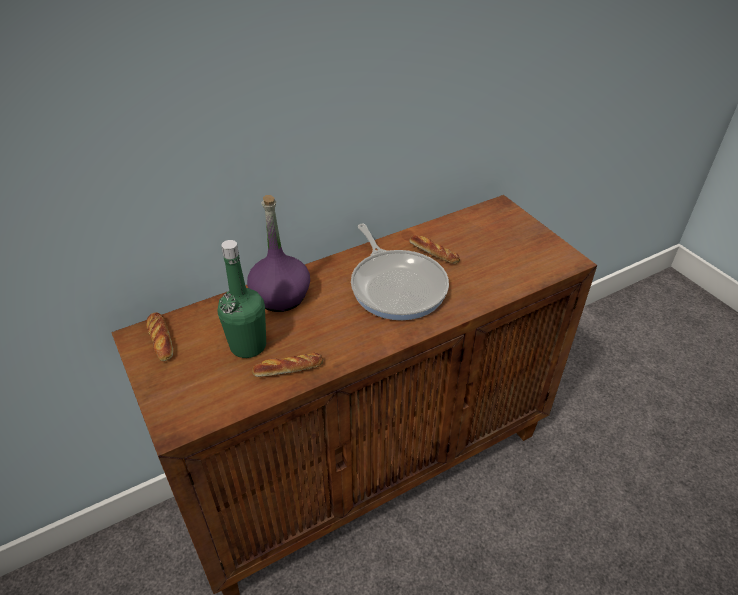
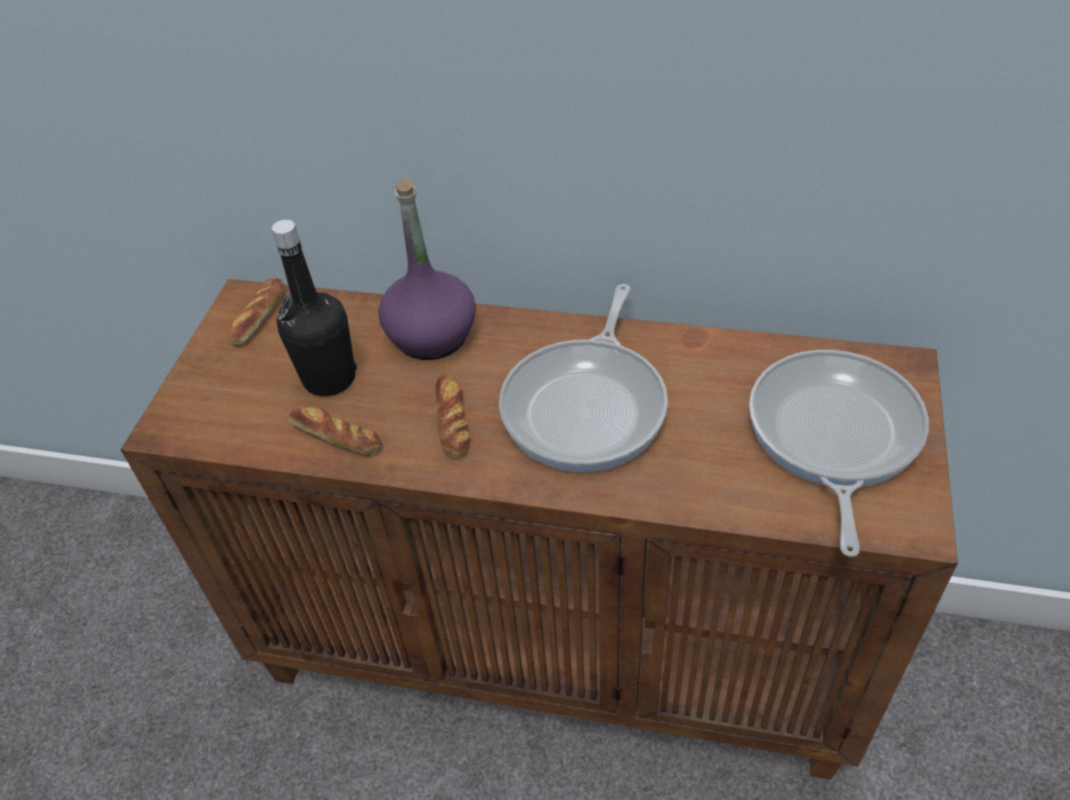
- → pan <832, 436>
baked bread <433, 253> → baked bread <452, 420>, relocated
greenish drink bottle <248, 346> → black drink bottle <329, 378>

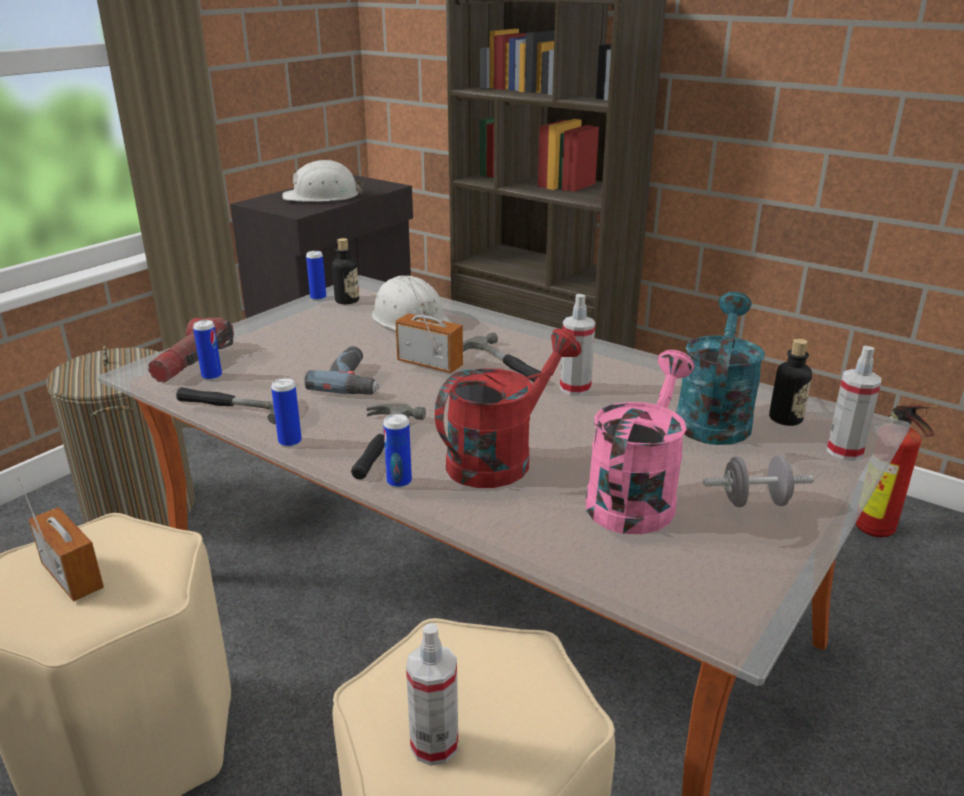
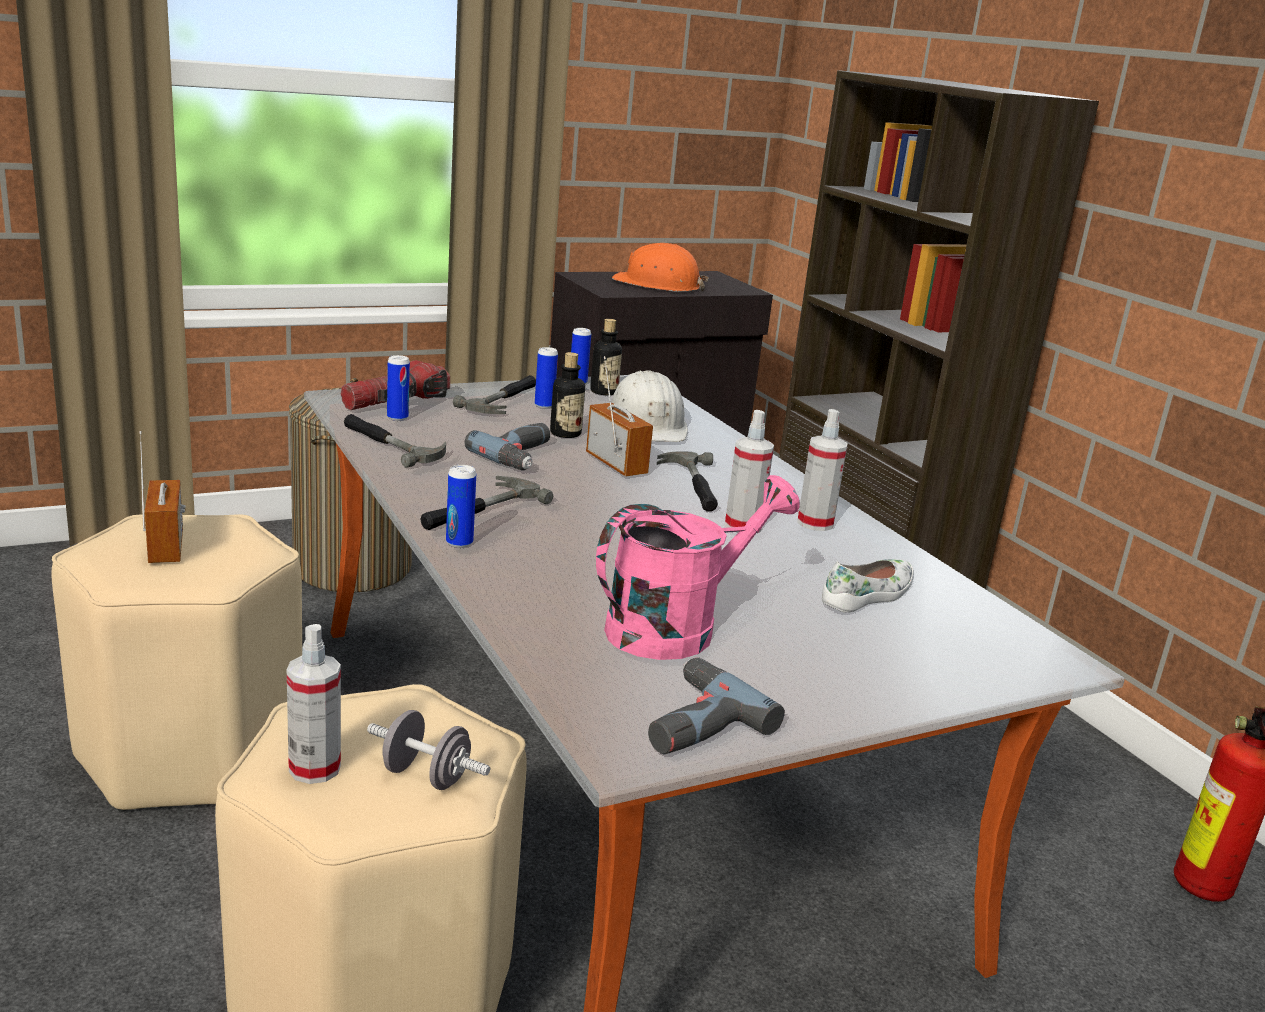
reddish watering can <500, 458> → -
- → hand hammer <505, 400>
- → electric drill <691, 720>
metal can <290, 442> → metal can <544, 405>, relocated
grey dumbbell <754, 502> → grey dumbbell <426, 776>, relocated
drink bottle <785, 419> → drink bottle <565, 433>, relocated
hand sprayer <844, 451> → hand sprayer <815, 523>, relocated
turquoise-coloured watering can <714, 416> → white shoe <869, 595>
white safety helmet <322, 196> → orange-coloured safety helmet <658, 284>

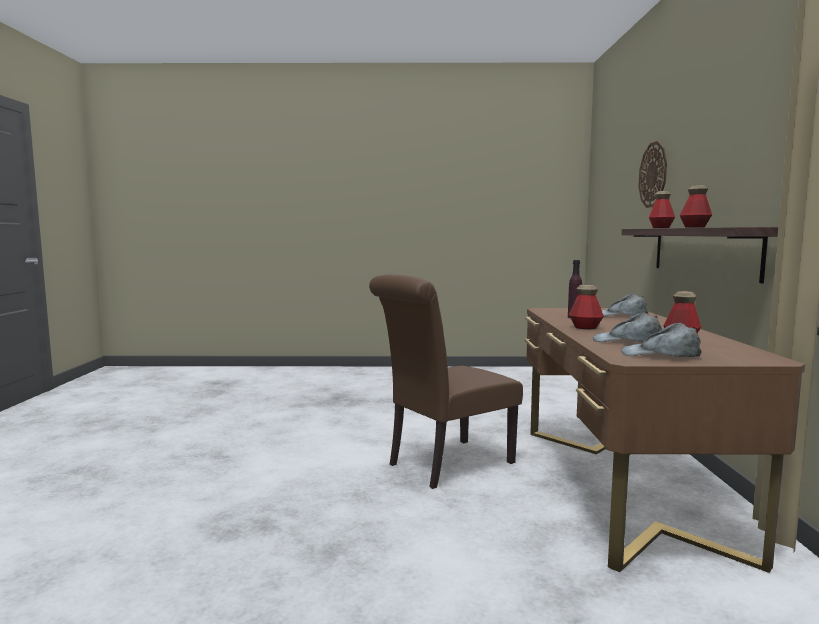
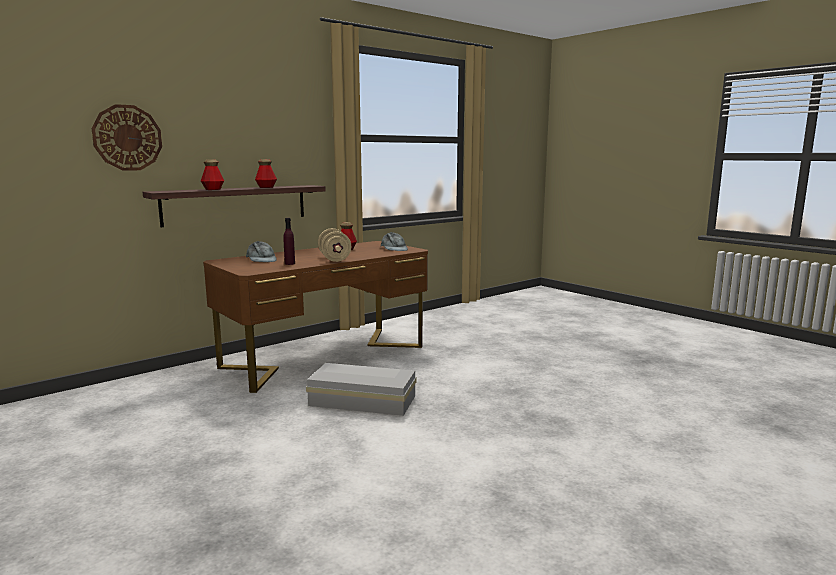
grey peaked cap <627, 341> → -
brown-coloured plain chair <444, 464> → white storage box <363, 401>
drink bottle <585, 327> → sand-coloured dumbbell <334, 259>

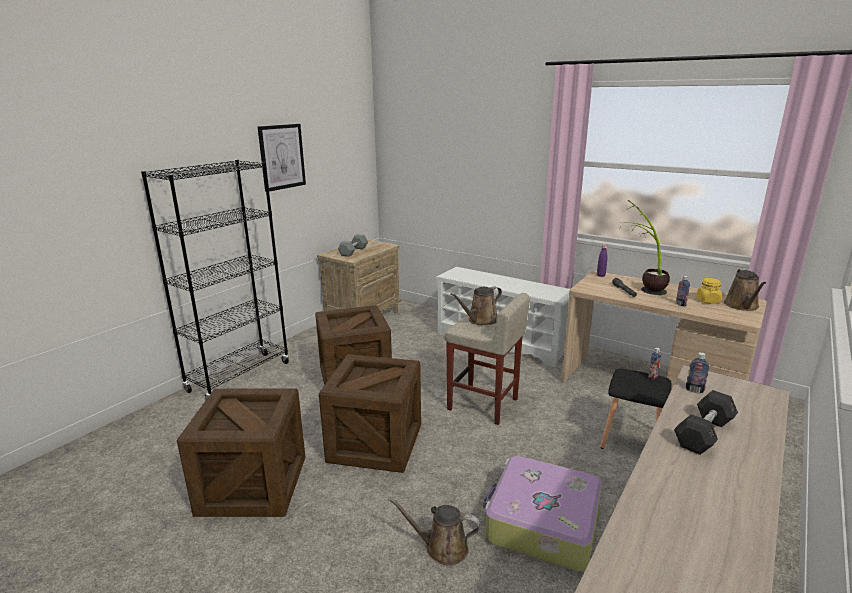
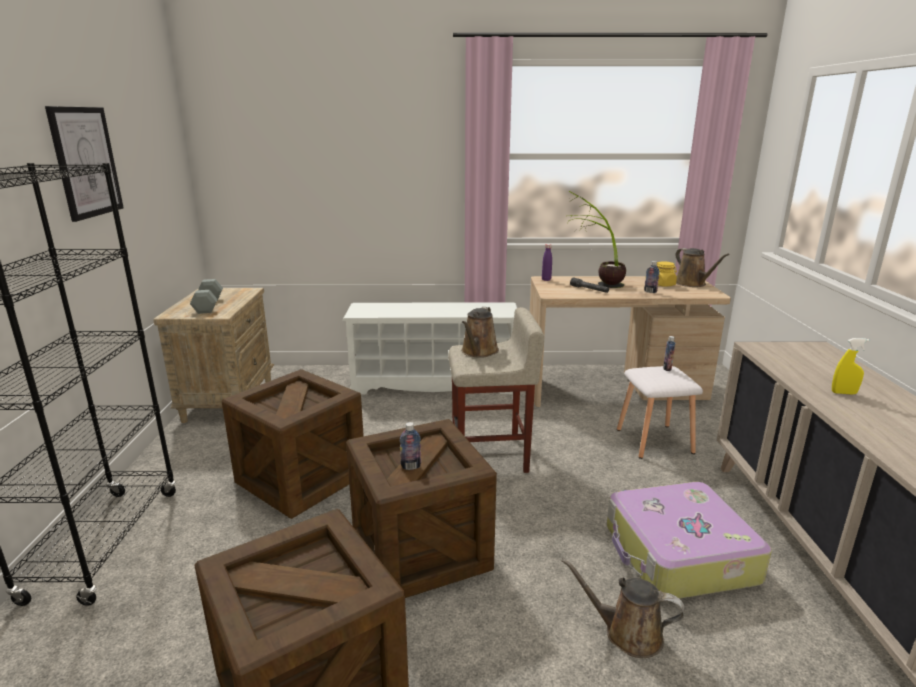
drink bottle <694, 390> → drink bottle <411, 466>, relocated
grey dumbbell <704, 433> → yellowish hand sprayer <843, 393>
black sitting stool <630, 440> → white sitting stool <653, 441>
brown-coloured watering can <442, 548> → brown-coloured watering can <627, 633>, 45 degrees clockwise

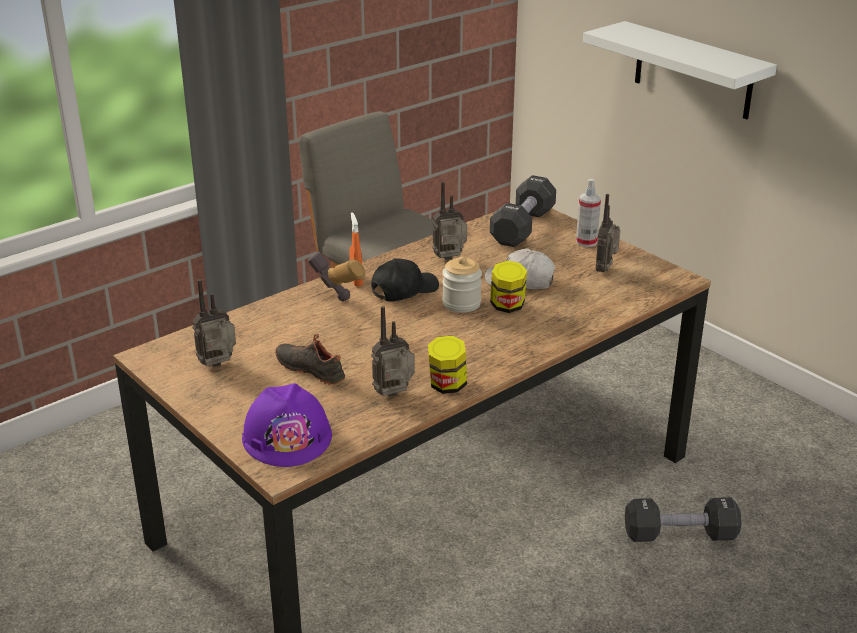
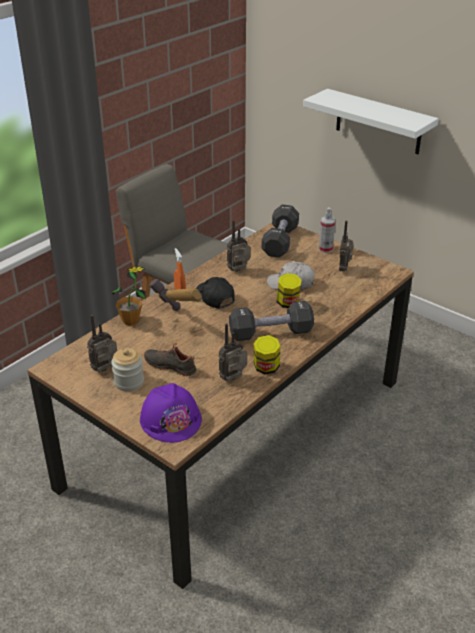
- → plant in a pot <130, 321>
jar <461, 303> → jar <129, 382>, relocated
black dumbbell <680, 535> → black dumbbell <271, 333>, relocated
black peaked cap <404, 290> → black peaked cap <215, 298>, 75 degrees counterclockwise

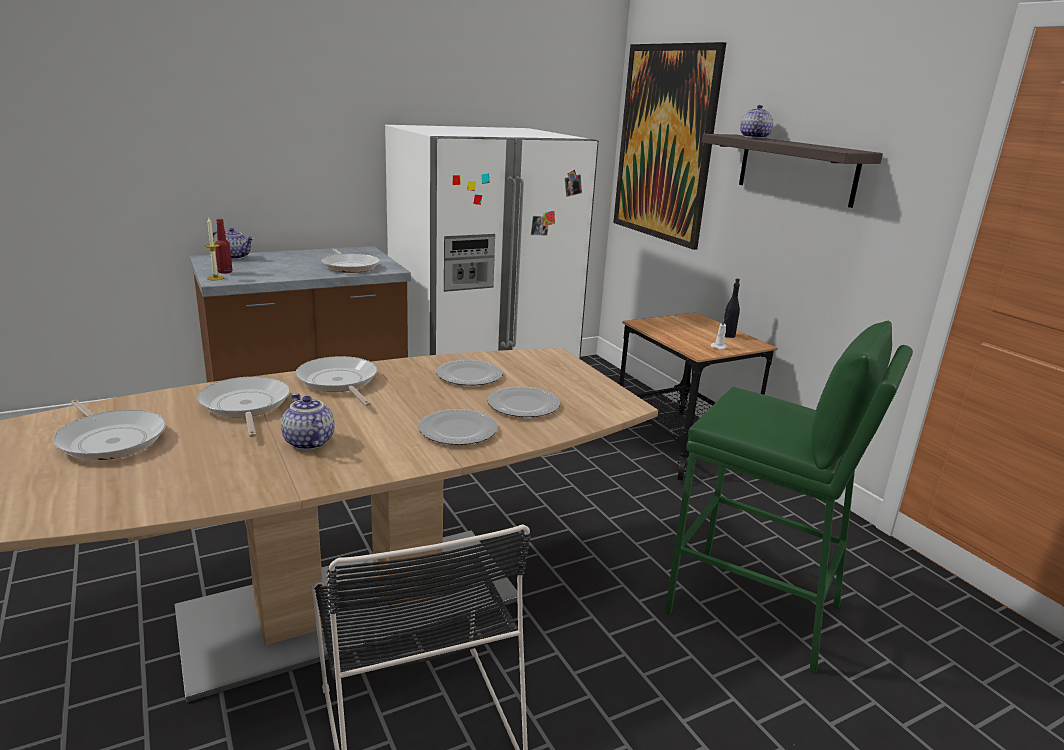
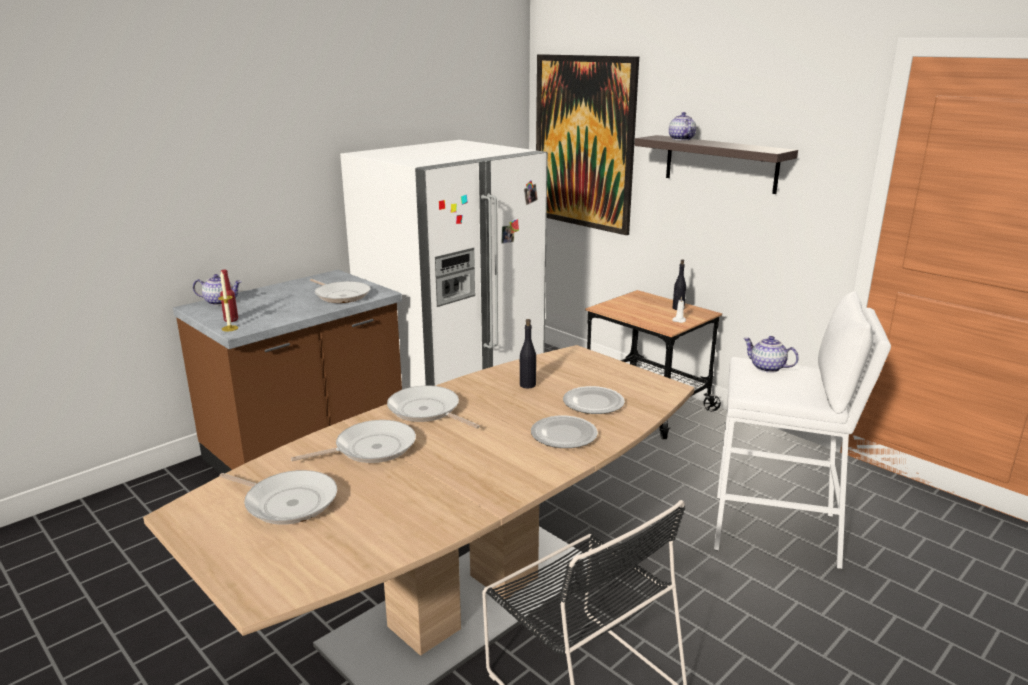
pot for tea <307, 442> → pot for tea <766, 368>, relocated
dinner plate <469, 376> → black drink bottle <527, 385>
greenish sitting stool <754, 608> → white sitting stool <775, 531>
pan <245, 406> → pan <370, 448>, 105 degrees clockwise

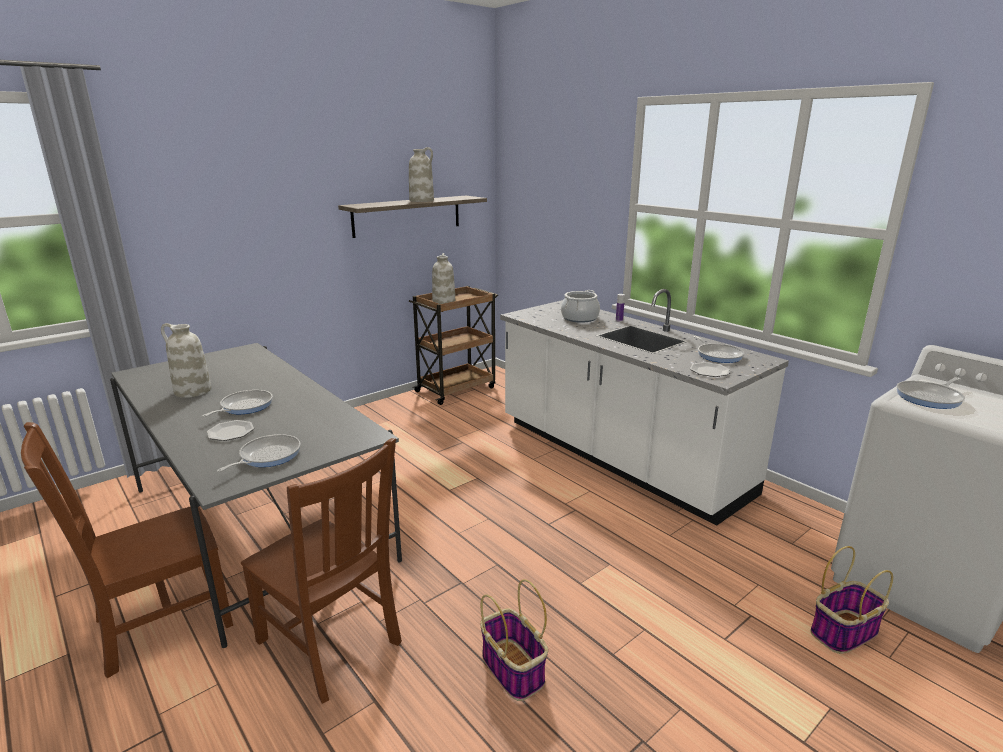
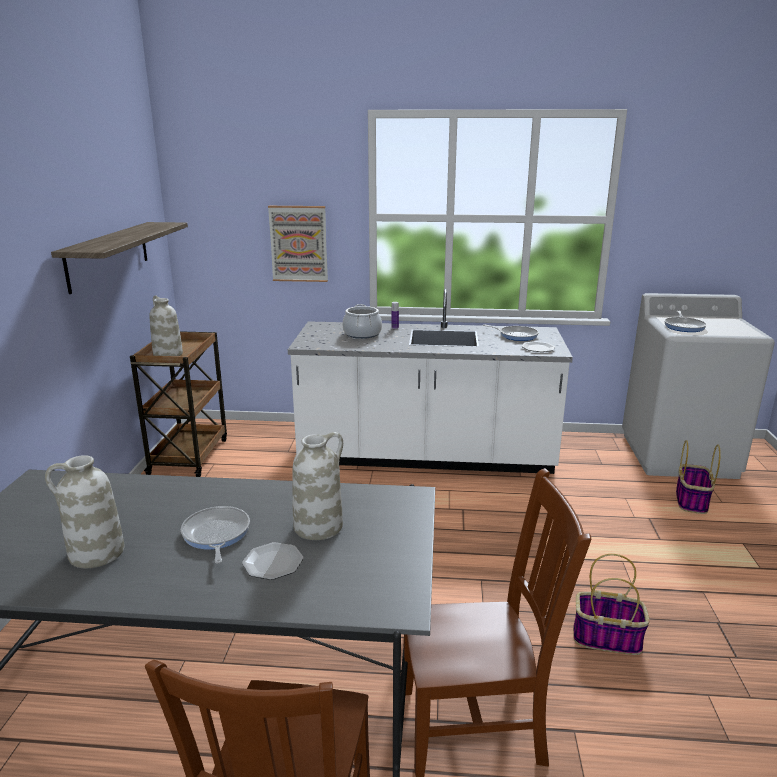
pan <267, 456> → -
- → picture <298, 244>
white flower vase <422, 200> → white flower vase <319, 526>, relocated

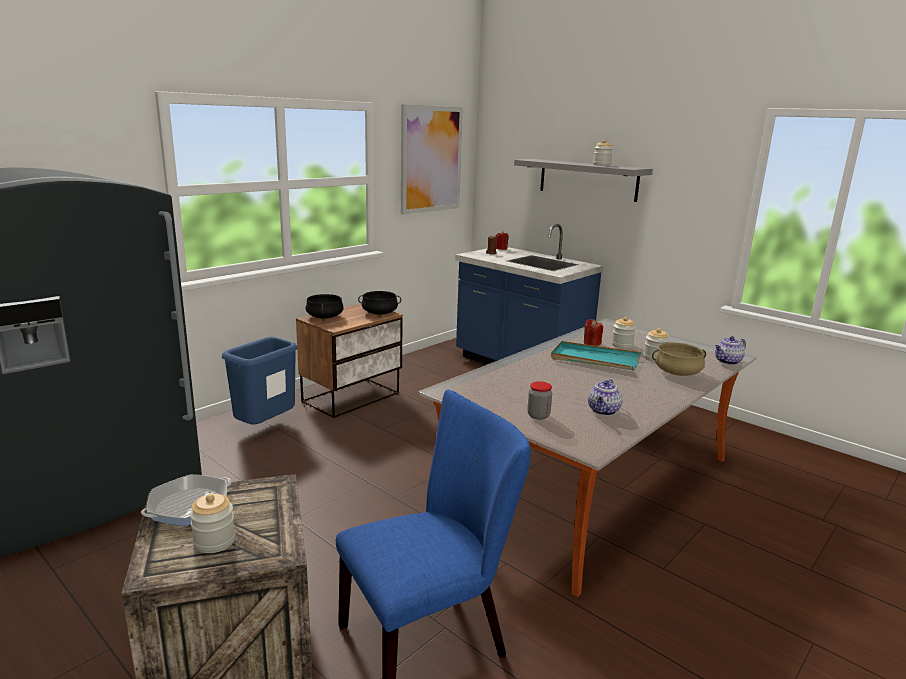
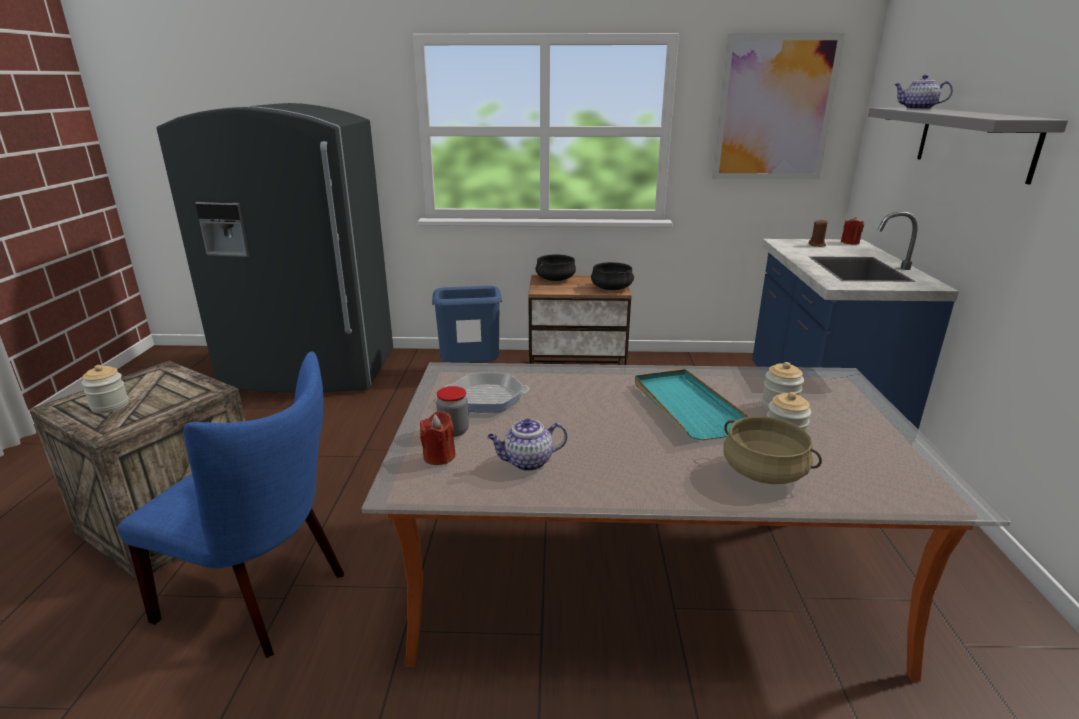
jar <601, 165> → -
pan <189, 506> → pan <486, 398>, relocated
reddish wax light <592, 343> → reddish wax light <439, 456>, relocated
pot for tea <727, 361> → pot for tea <917, 109>, relocated

